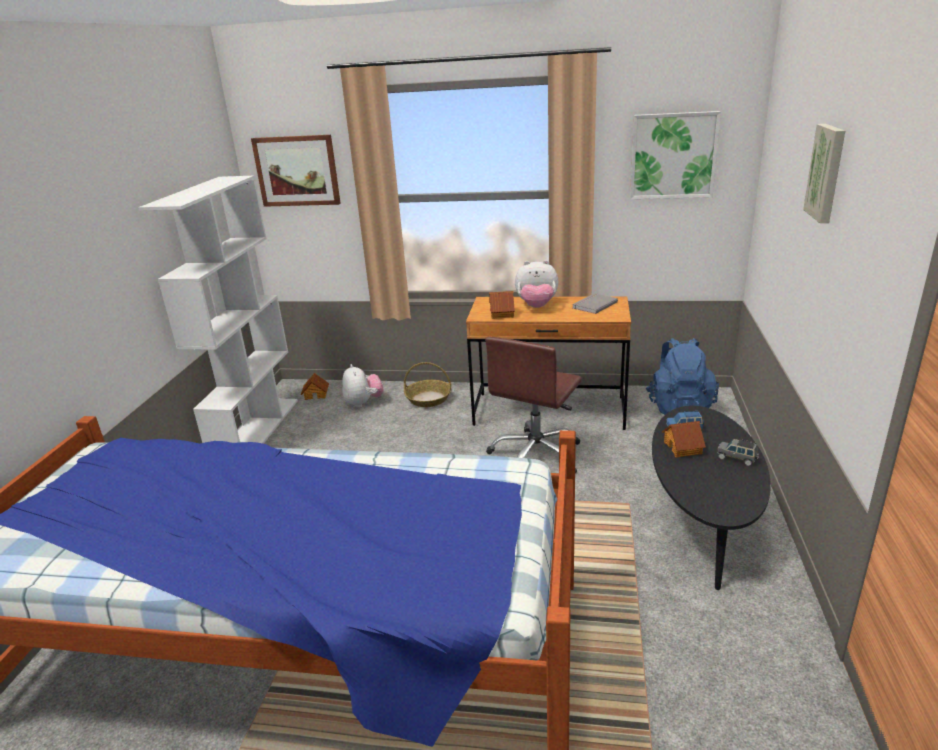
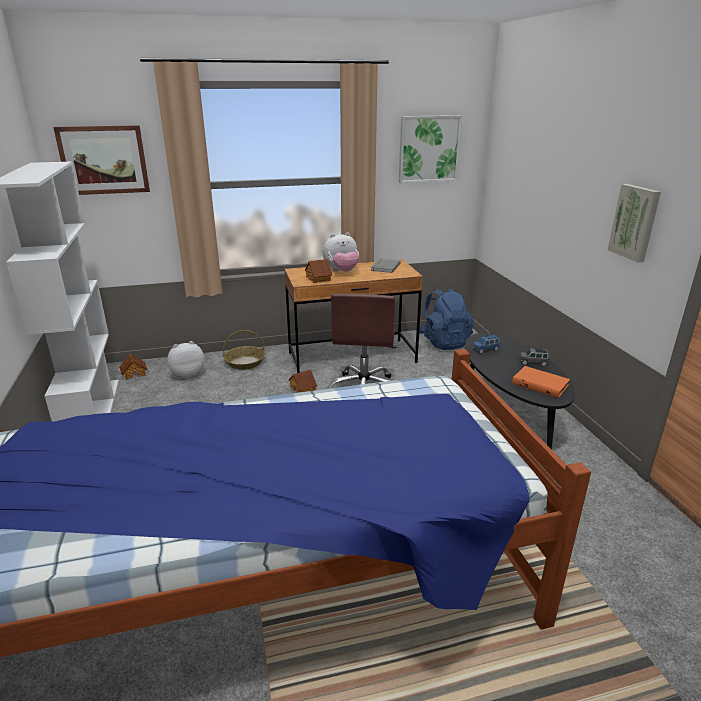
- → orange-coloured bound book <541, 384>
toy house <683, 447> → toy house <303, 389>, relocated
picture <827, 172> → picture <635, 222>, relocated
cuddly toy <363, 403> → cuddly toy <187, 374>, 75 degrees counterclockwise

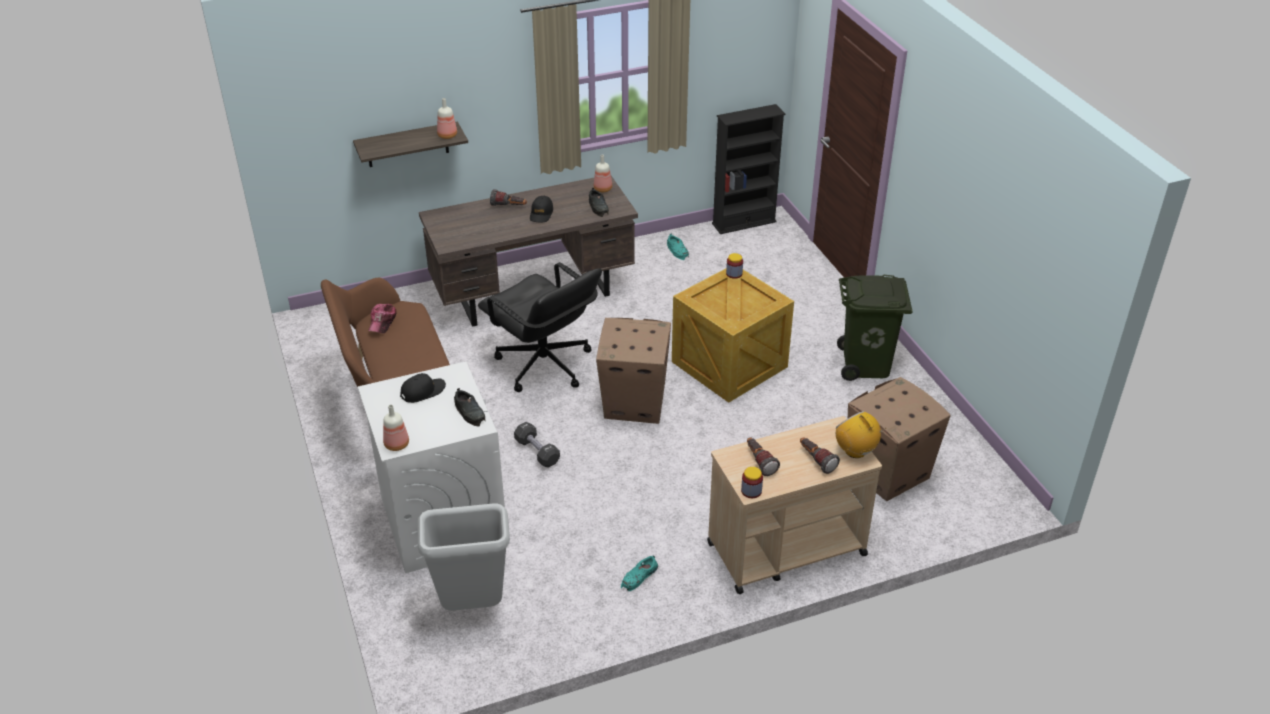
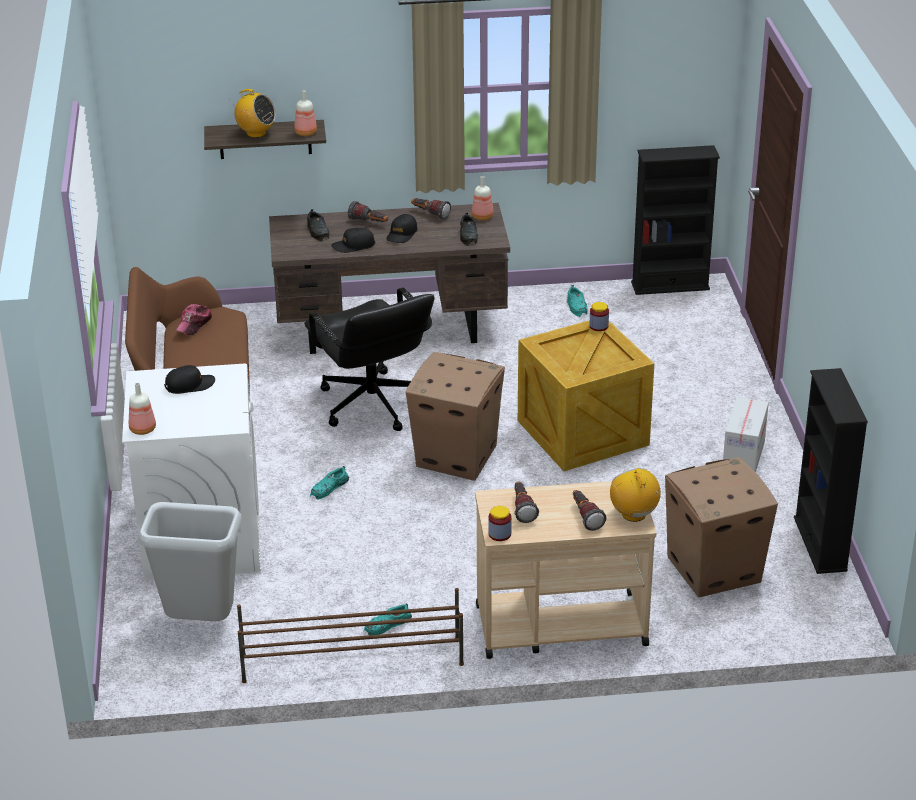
- → radio set <256, 133>
- → brown-coloured shoe rack <351, 659>
- → black peaked cap <353, 246>
- → flashlight <430, 214>
- → black shelving unit <820, 544>
black shoe <470, 412> → black shoe <318, 231>, relocated
black dumbbell <537, 452> → turquoise-coloured shoe <329, 488>
greenish trash can <866, 365> → cardboard box <743, 457>

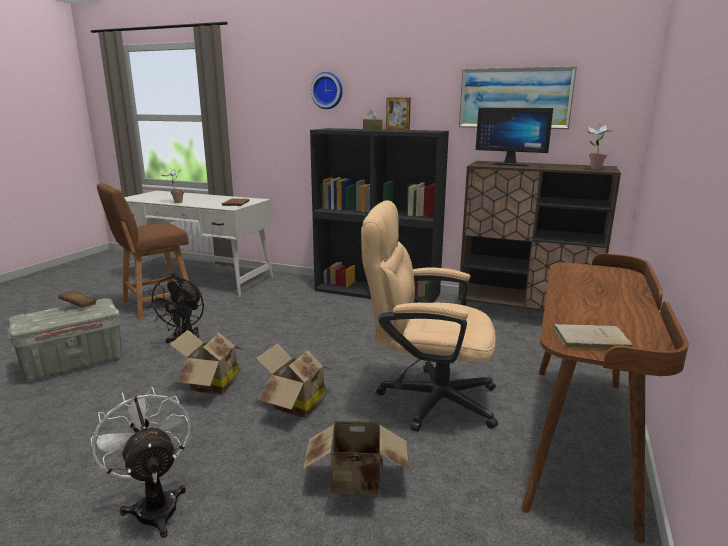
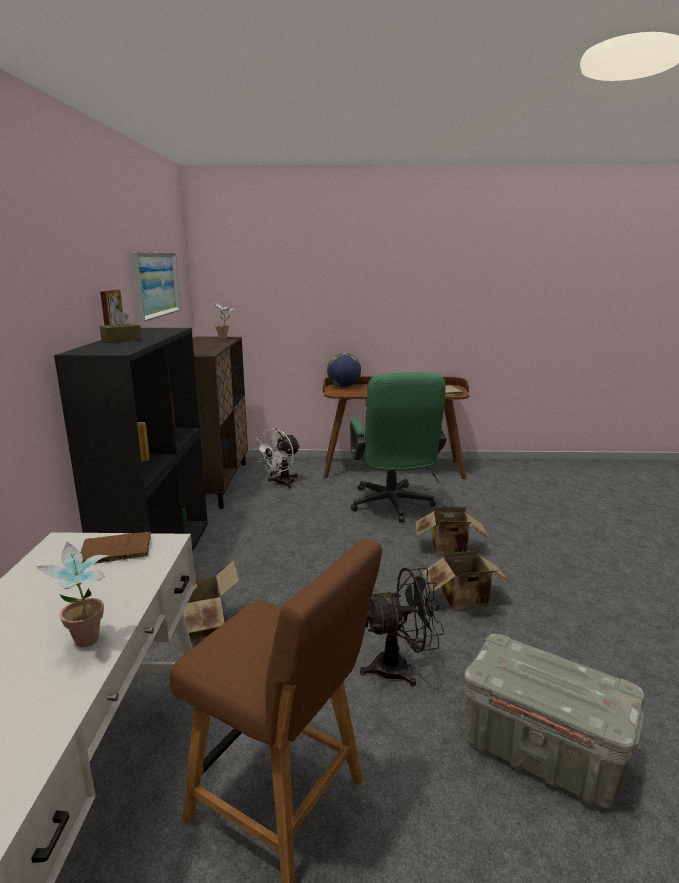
brown-coloured bound book <79, 306> → -
hanging clock <327, 90> → -
computer display <511, 164> → -
- → desk globe <344, 386>
white fan <155, 505> → white fan <281, 483>, relocated
cardboard box <358, 483> → cardboard box <205, 624>, relocated
sand-coloured desk chair <426, 399> → greenish desk chair <392, 507>

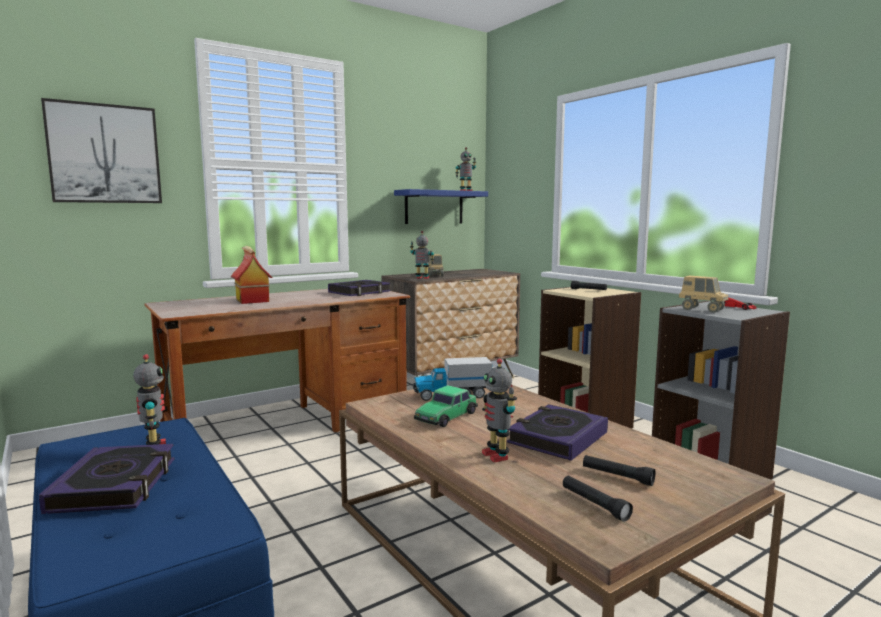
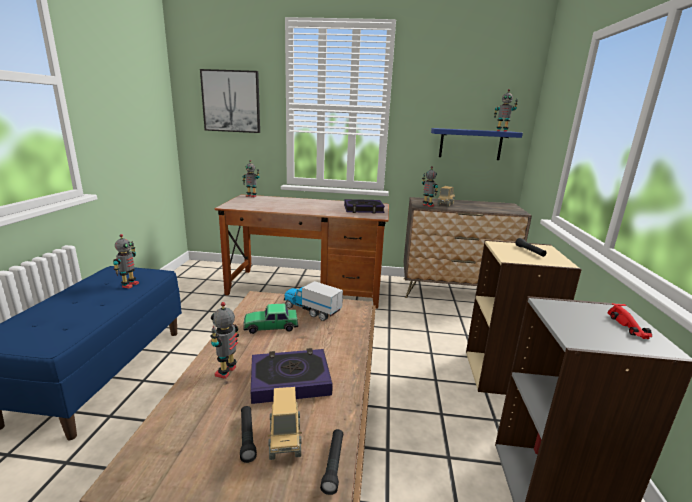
bound book <115, 485> → -
toy house <251, 300> → -
- → toy robot <251, 196>
black flashlight <594, 504> → black flashlight <333, 464>, relocated
toy lorry <702, 310> → toy lorry <285, 441>, relocated

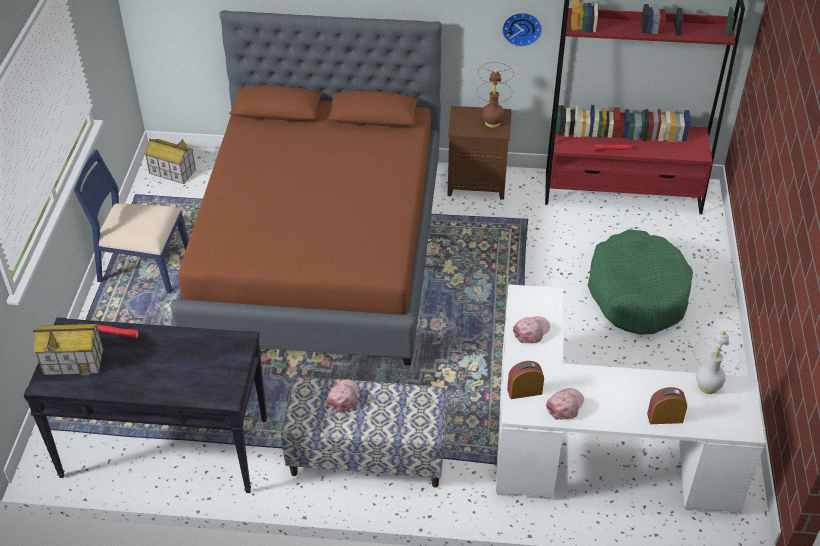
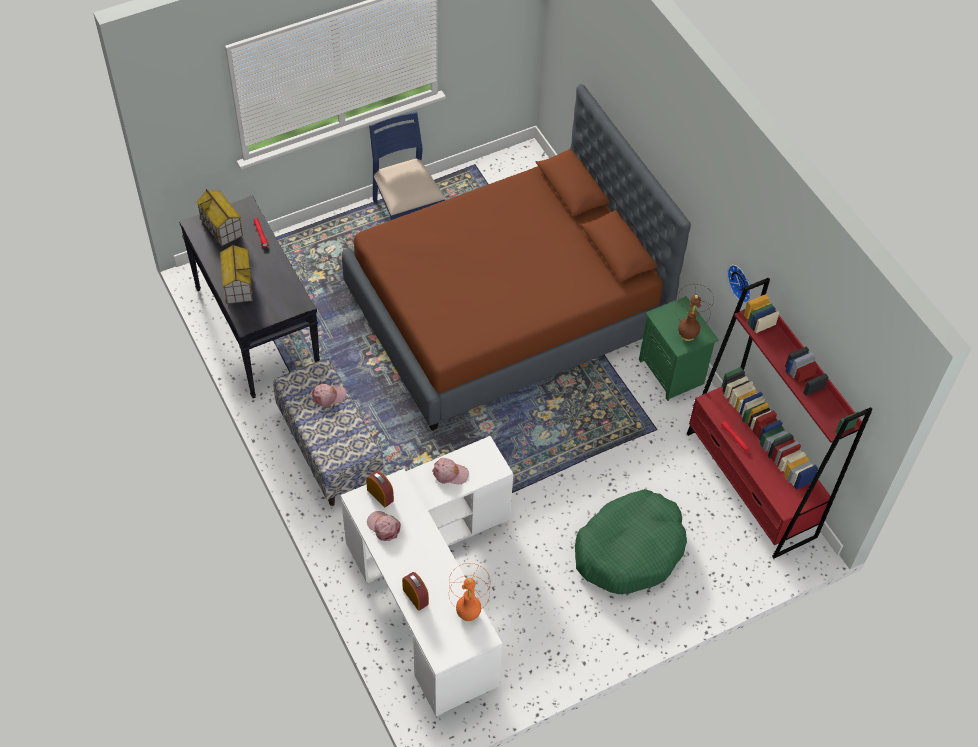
toy house <172, 172> → toy house <238, 285>, relocated
brown-coloured night table <477, 183> → greenish night table <672, 372>
white lamp for a table <708, 386> → orange-coloured lamp for a table <468, 614>
pinkish peaked cap <565, 405> → pinkish peaked cap <383, 526>, 135 degrees counterclockwise

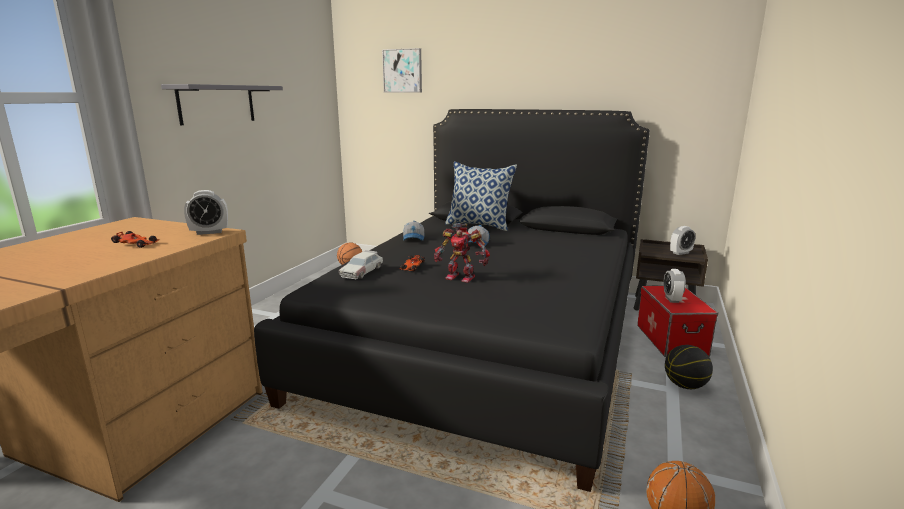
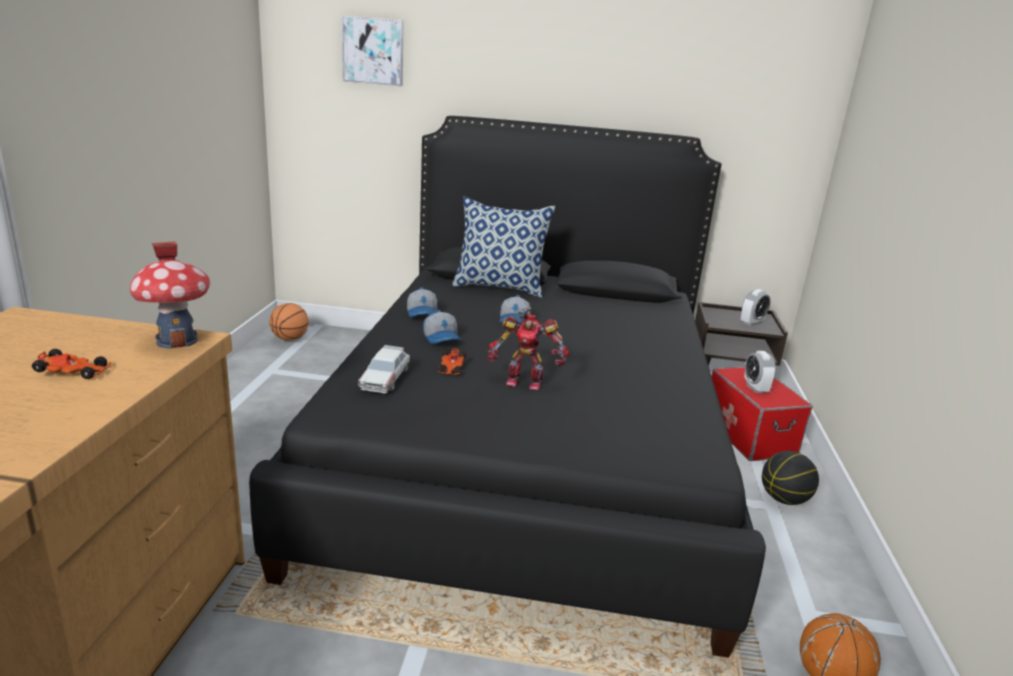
grey bracket shelf <217, 104> → -
- → peaked cap <442, 338>
alarm clock <209, 232> → toy house <177, 340>

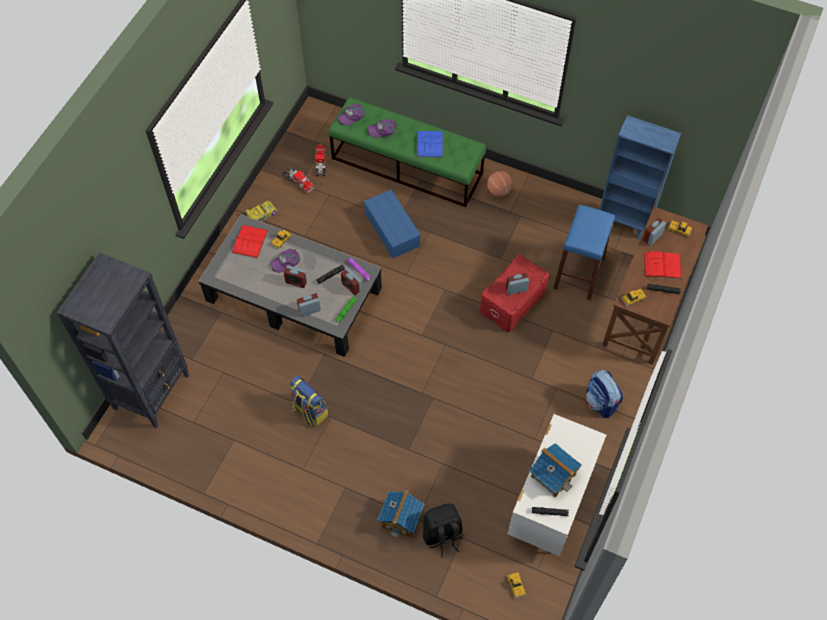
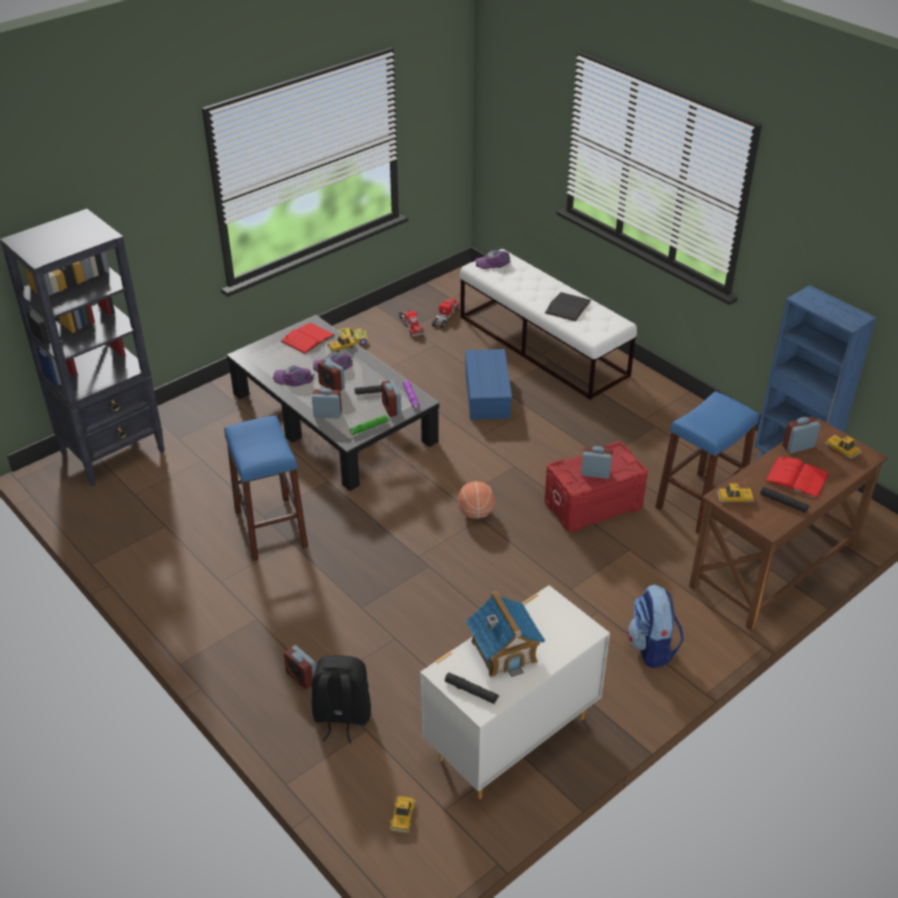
purplish peaked cap <382, 130> → purplish peaked cap <293, 379>, relocated
basketball <499, 191> → basketball <476, 513>, relocated
backpack <309, 411> → bluish sitting stool <270, 528>
toy house <401, 518> → alarm clock <301, 677>
greenish long seat <407, 166> → white long seat <543, 346>
bluish bound book <429, 144> → black bound book <568, 307>

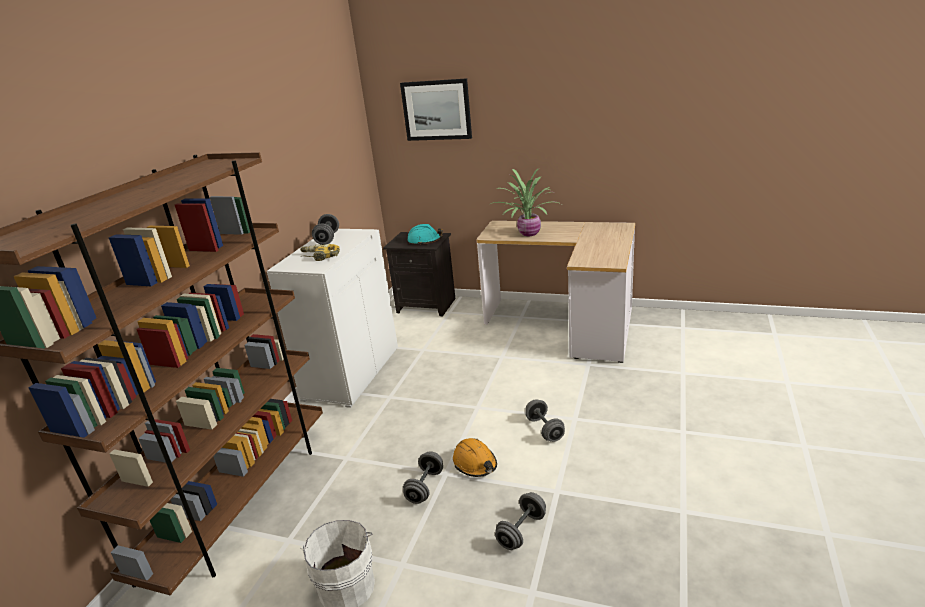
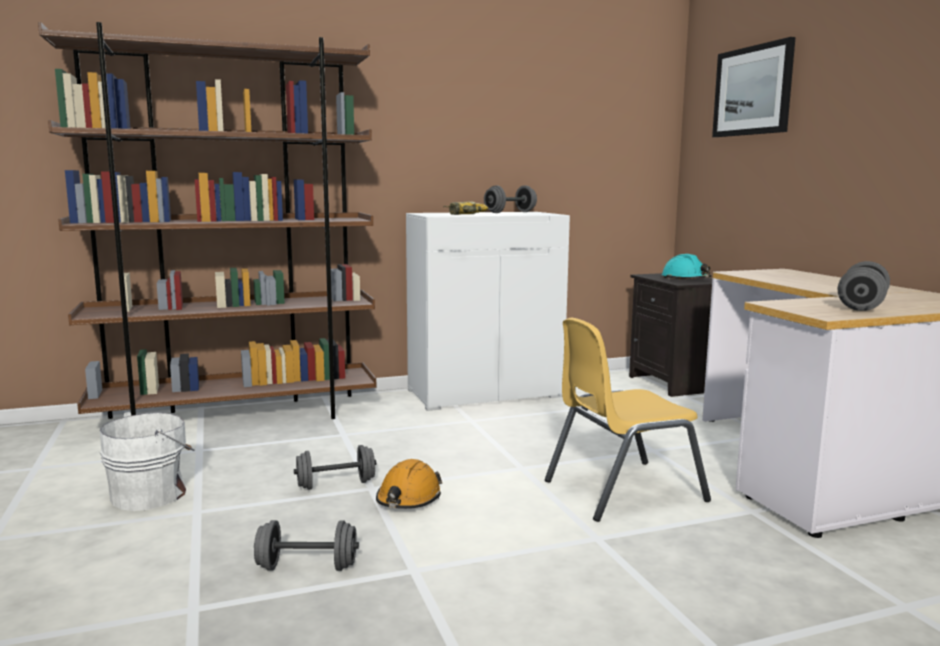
plant in a pot <528, 233> → -
- → yellowish plain chair <622, 490>
grey dumbbell <544, 429> → grey dumbbell <862, 306>, relocated

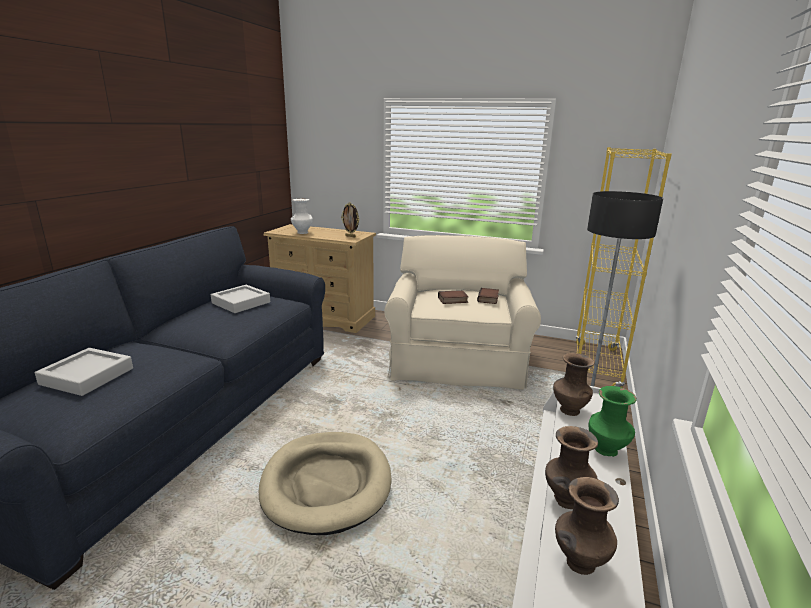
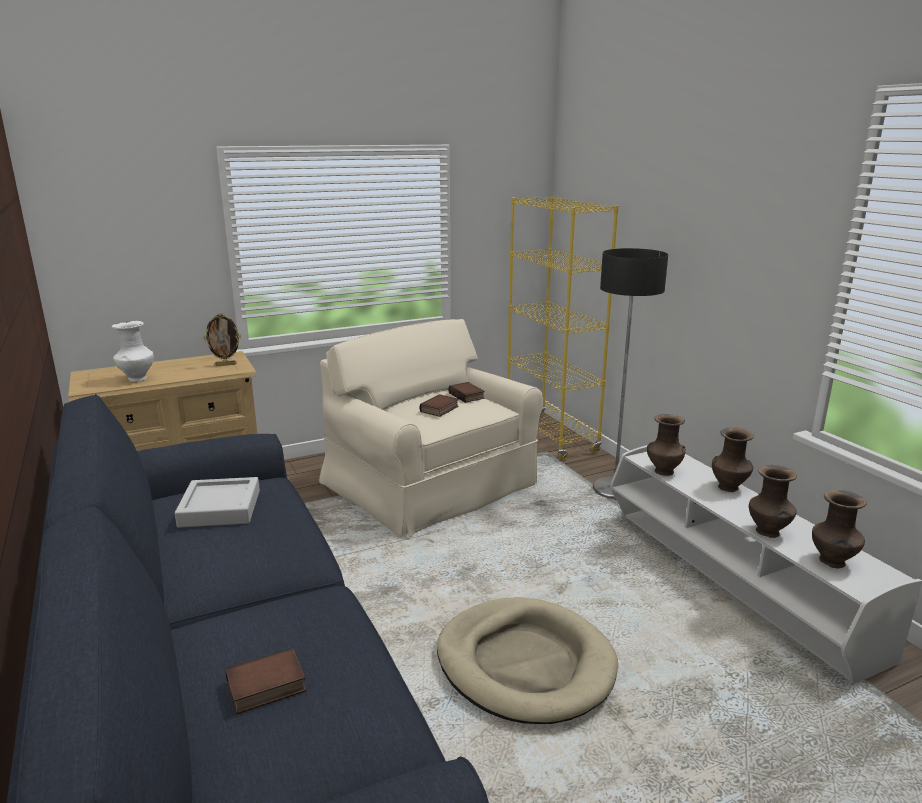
grey serving tray <87, 376> → bound book <265, 688>
greenish flower vase <607, 451> → brown-coloured flower vase <729, 488>

